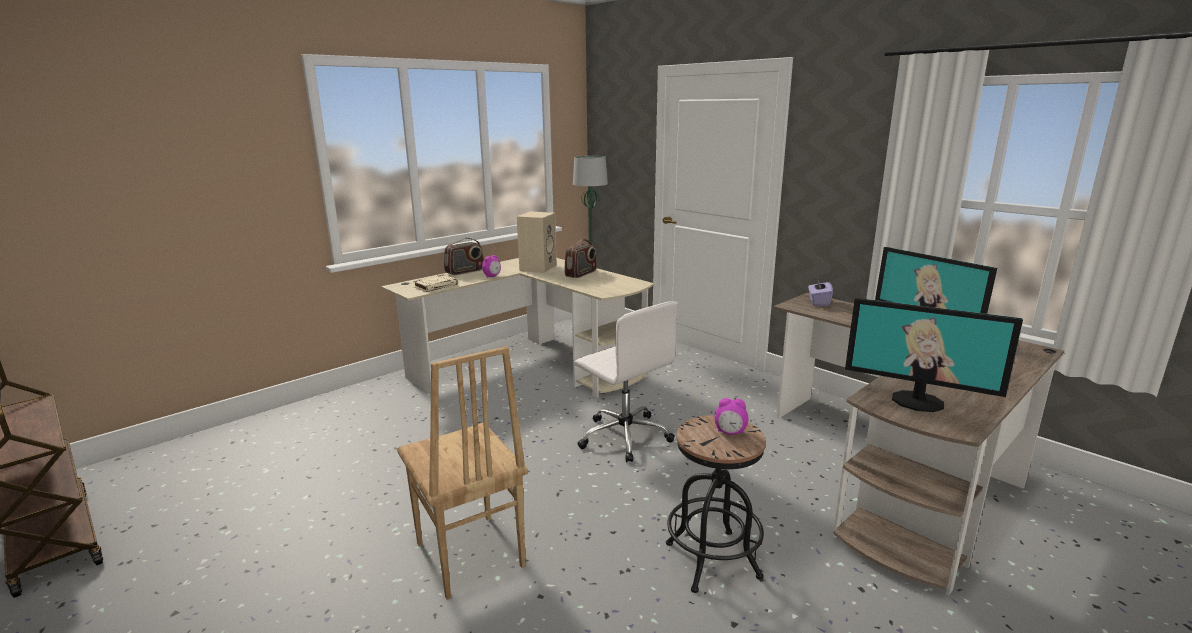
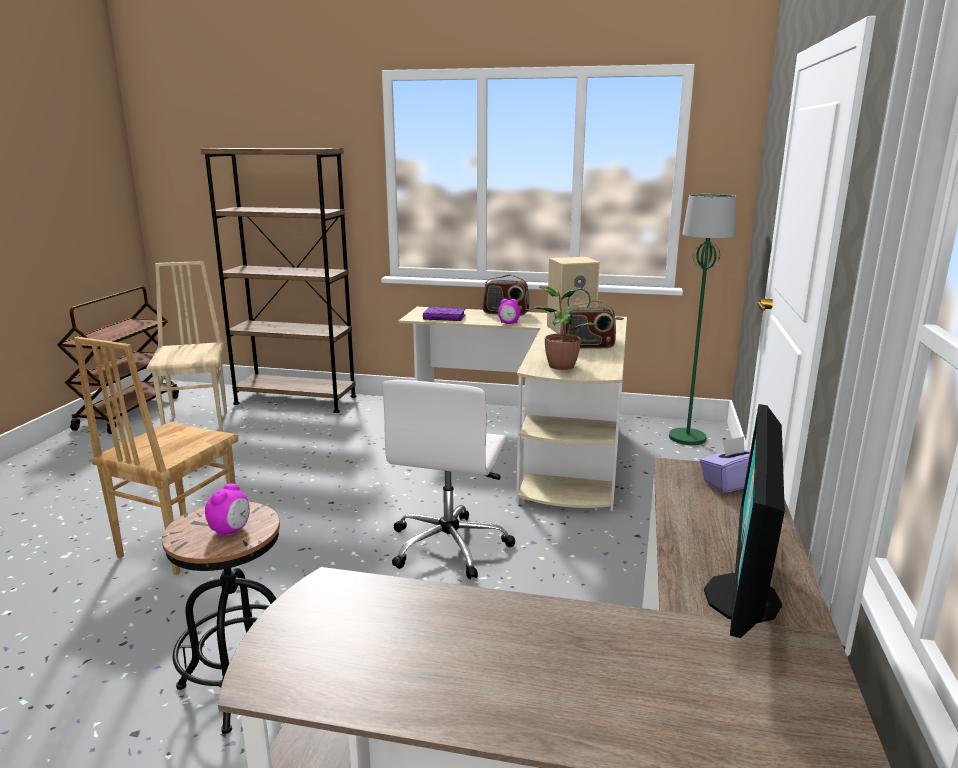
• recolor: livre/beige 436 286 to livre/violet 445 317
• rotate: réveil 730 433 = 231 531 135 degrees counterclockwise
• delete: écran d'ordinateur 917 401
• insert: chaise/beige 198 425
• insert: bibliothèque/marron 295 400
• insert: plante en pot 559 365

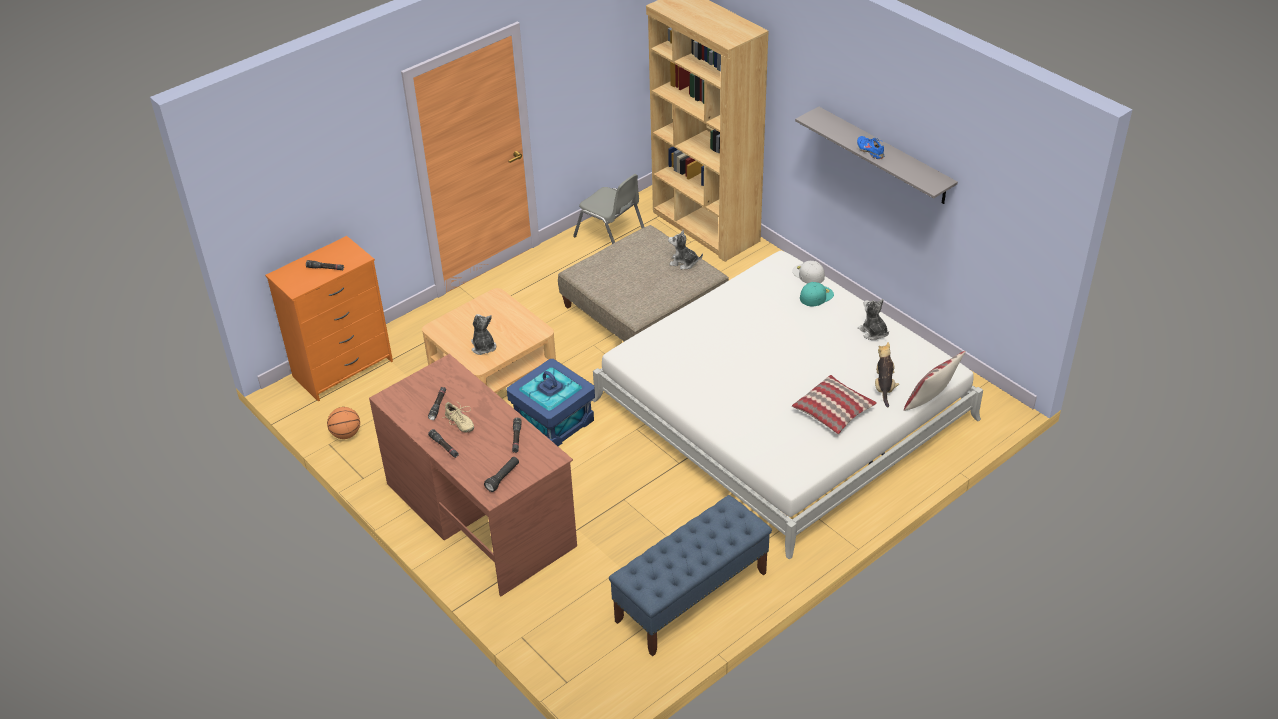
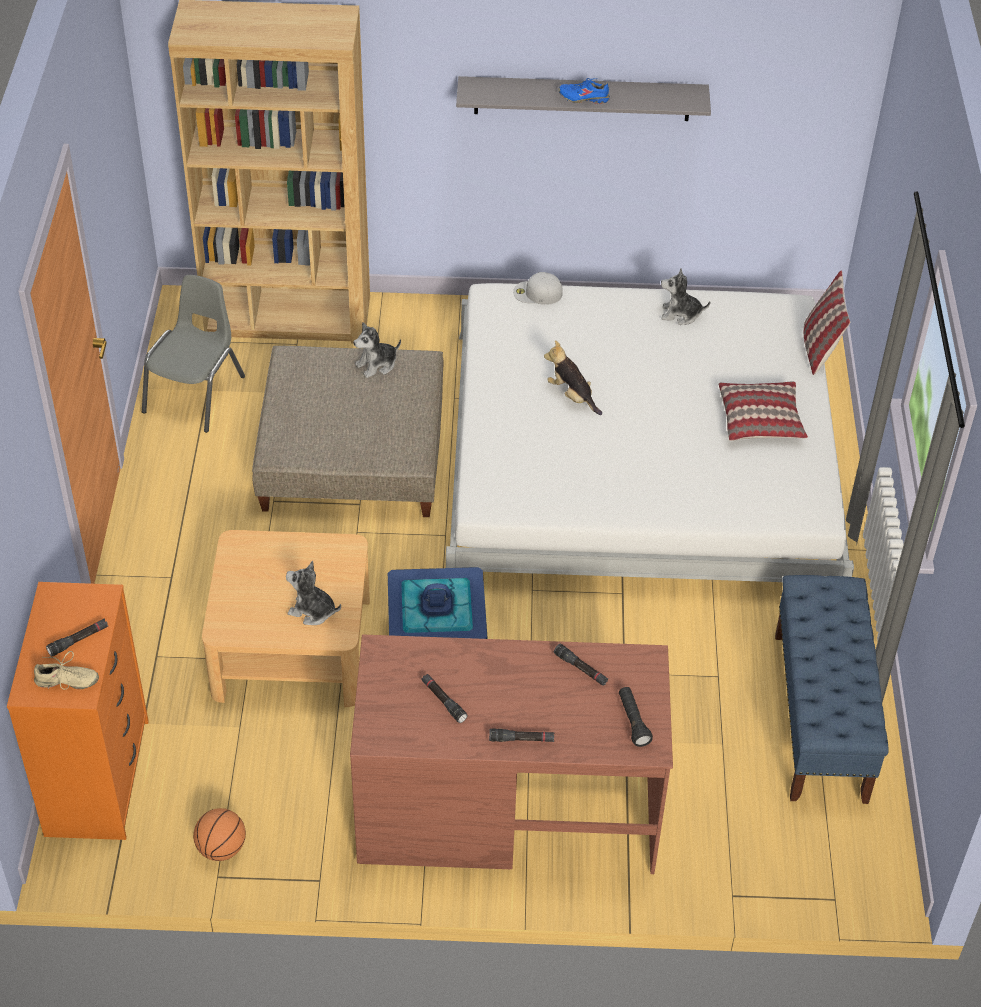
• move: chaussure/beige 459 423 to 67 682
• rotate: chaise/gris 610 236 = 196 394 60 degrees counterclockwise
• delete: casquette/turquoise 816 296
• move: peluche 884 387 to 572 396

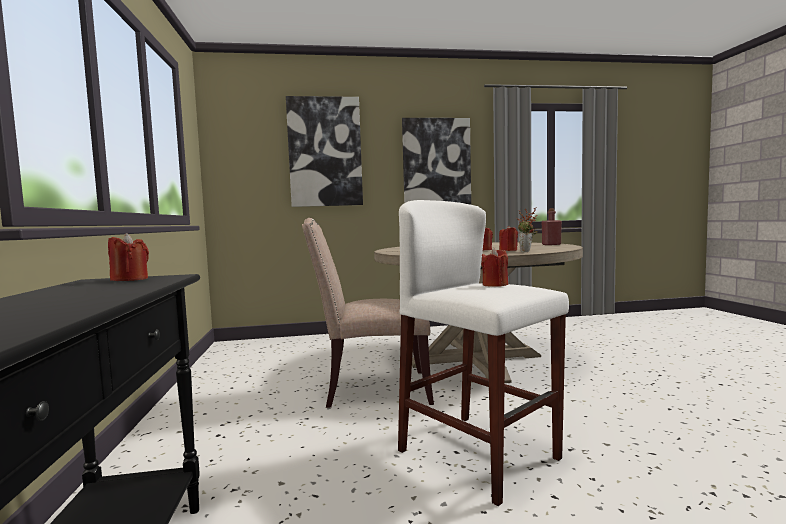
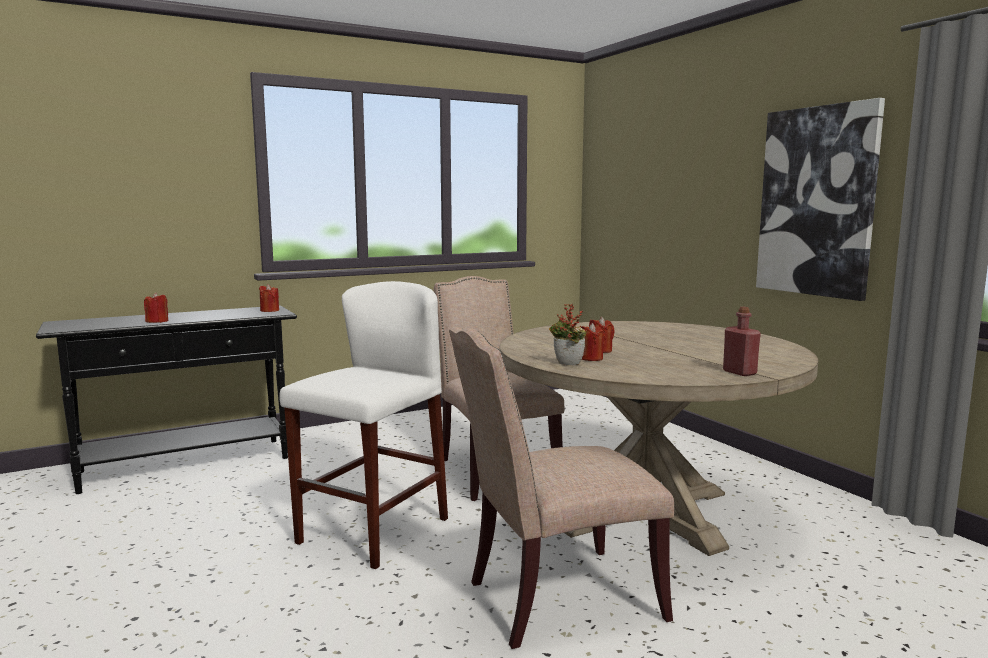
• delete: tableau 325 152
• move: bougie/rouge 495 285 to 157 321
• insert: chaise/beige 556 600

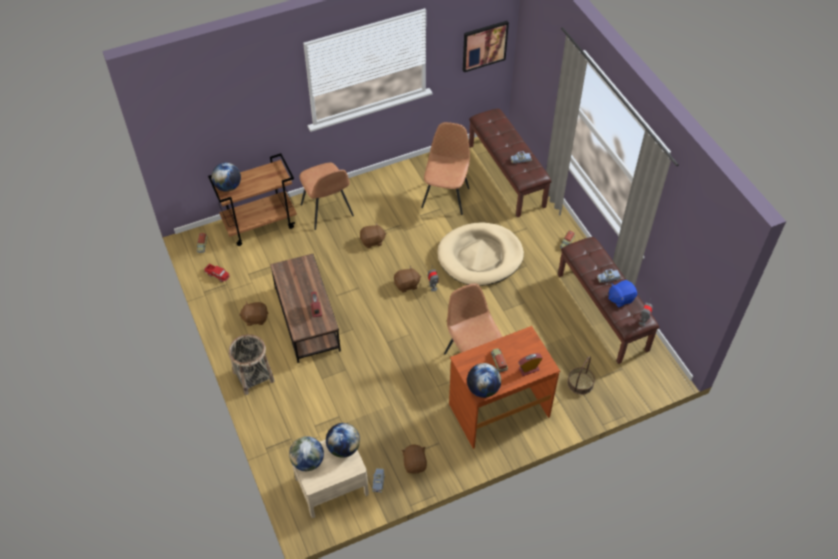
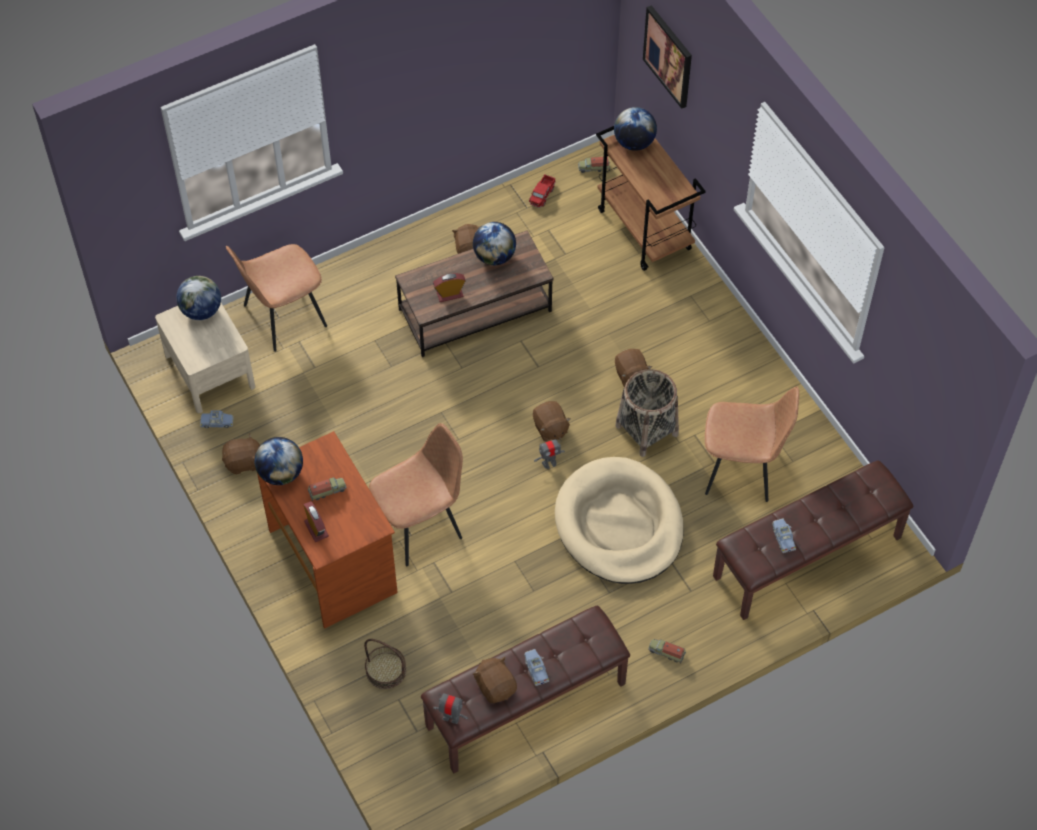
• move: panier 253 376 to 647 430
• move: chaise/marron 327 211 to 283 316
• move: globe 343 448 to 494 256
• move: tableau 484 45 to 669 56
• recolor: peluche/bleu 620 298 to peluche/marron 495 686

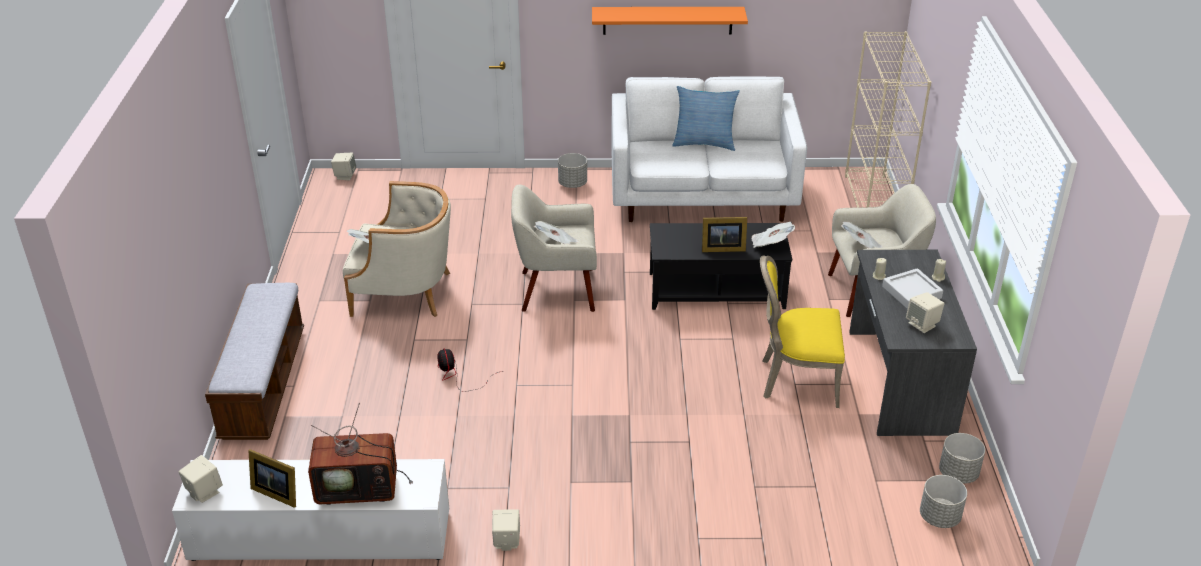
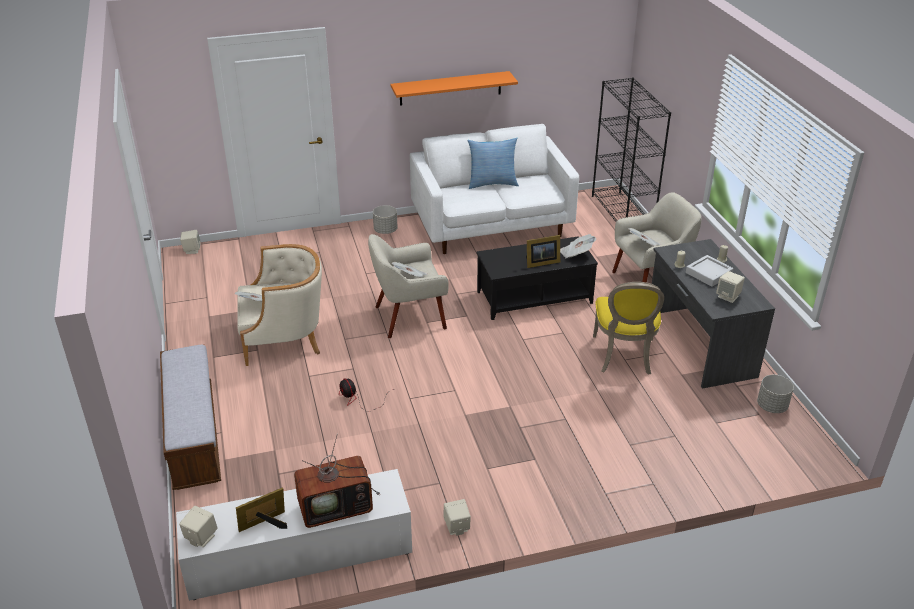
• rotate: cadre photo 276 492 = 265 525 135 degrees clockwise
• rotate: chaise/jaune 796 380 = 624 356 75 degrees counterclockwise
• recolor: bibliothèque/beige 874 204 to bibliothèque/noir 622 214
• delete: cache-pot/gris 939 517

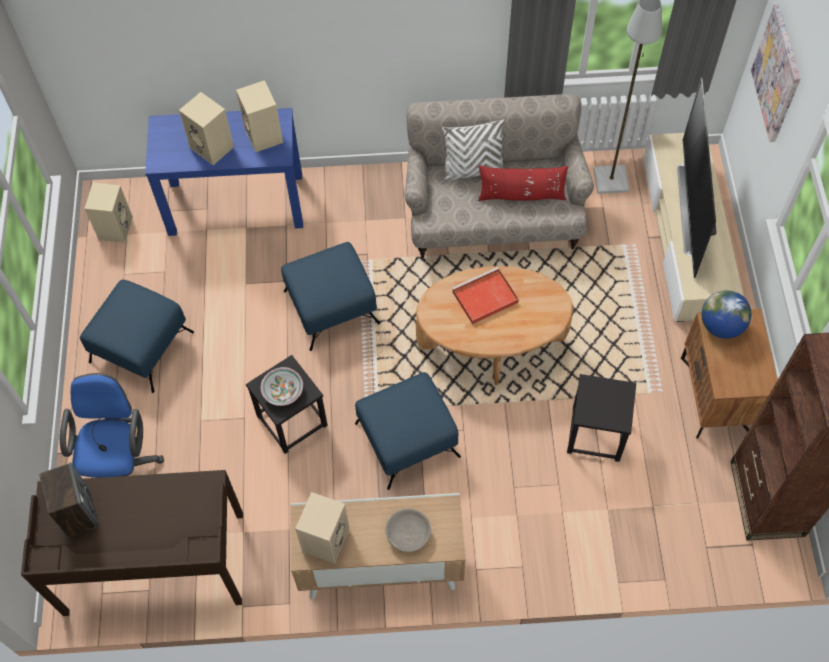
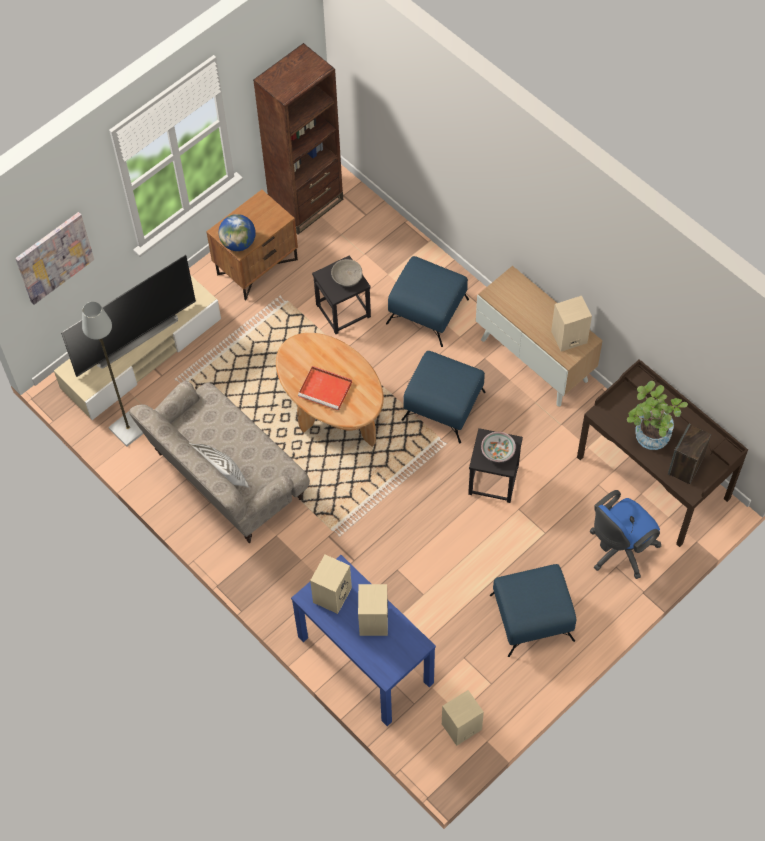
• move: pouf/bleu 330 307 to 428 312
• move: bol/gris 408 534 to 347 277
• delete: coussin/rouge 521 195
• insert: plante en pot 648 438

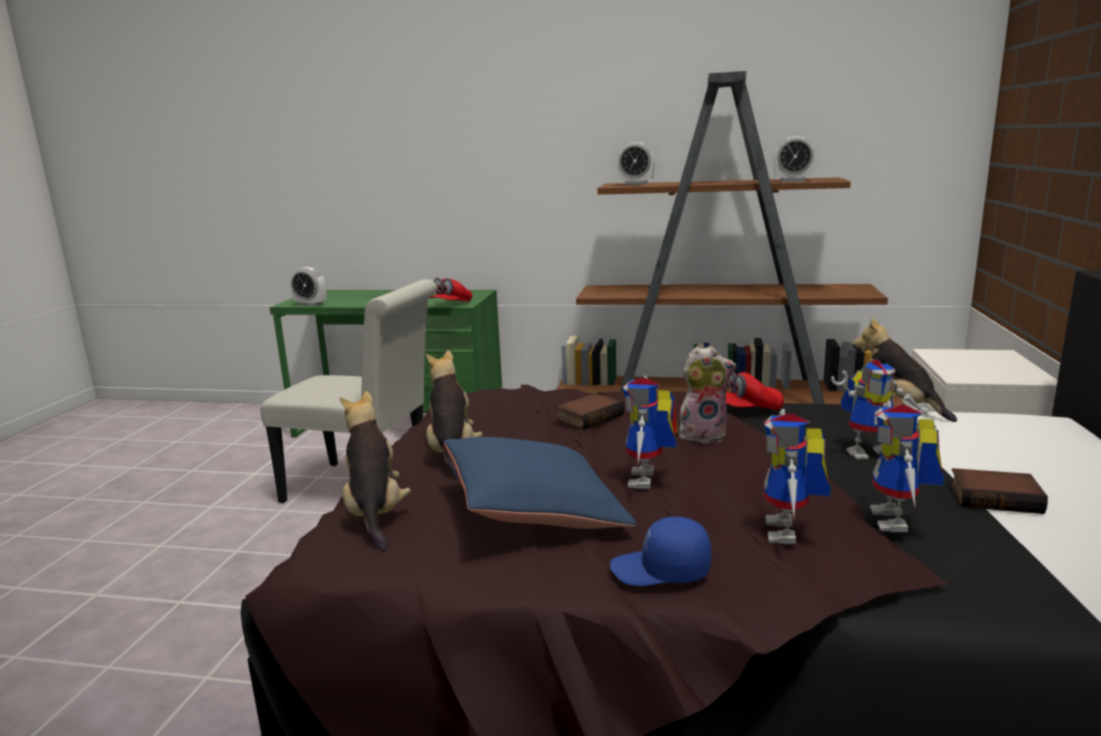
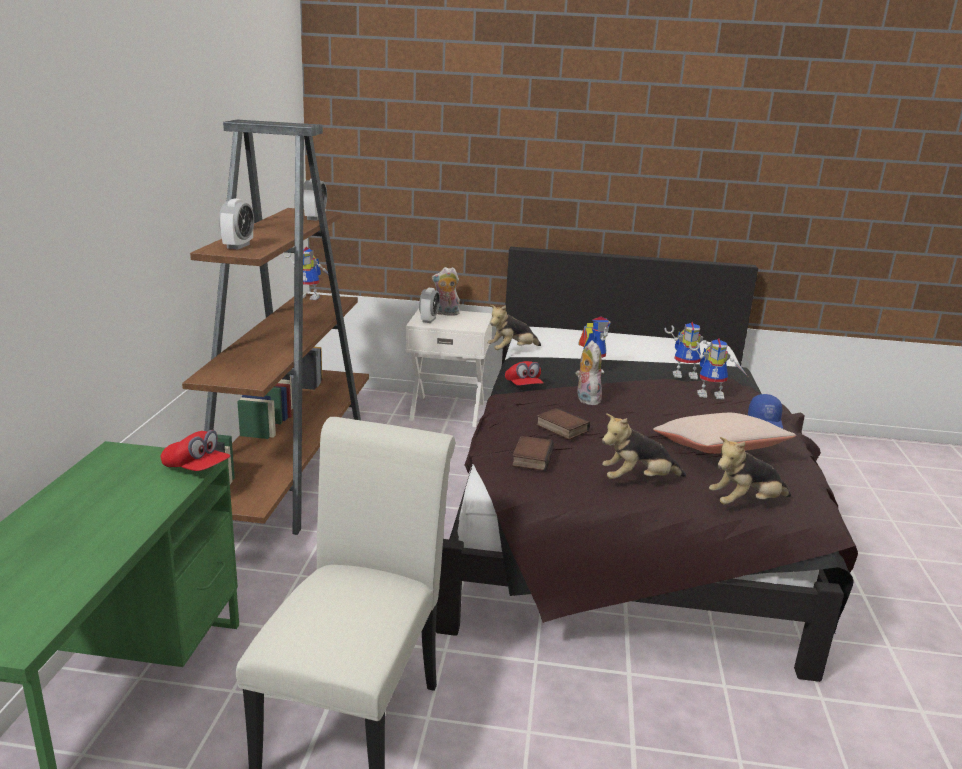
• move: réveil 311 304 to 429 320
• recolor: coussin/bleu 535 510 to coussin/beige 718 450
• move: robot jouet 649 481 to 310 297
• move: livre 996 497 to 531 458
• insert: peluche 446 313

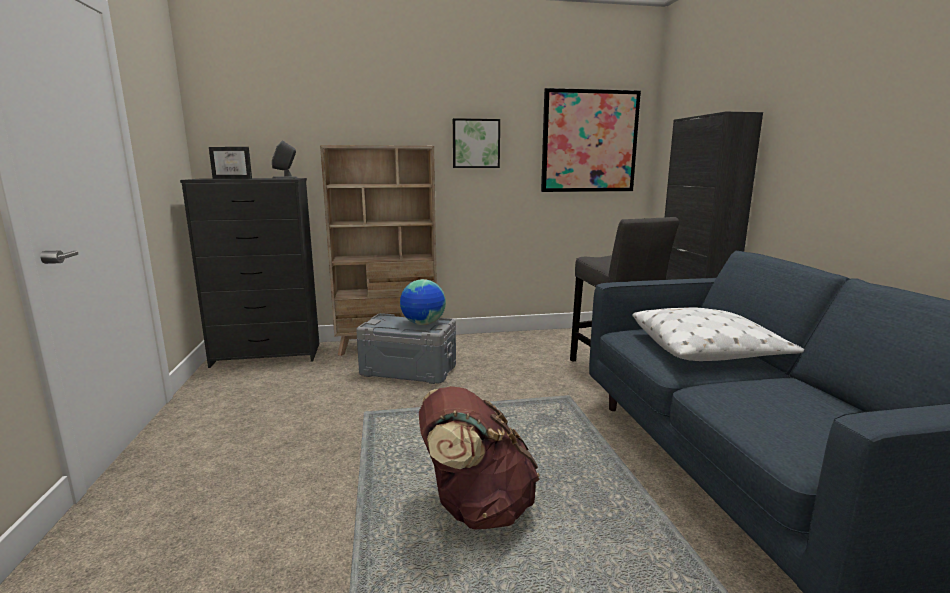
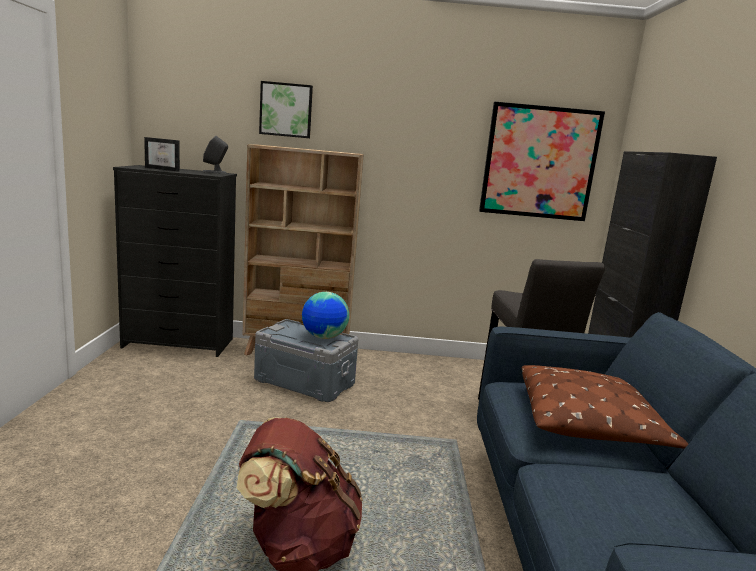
• move: tableau 475 143 to 286 110
• recolor: coussin/blanc 707 350 to coussin/marron 591 422

